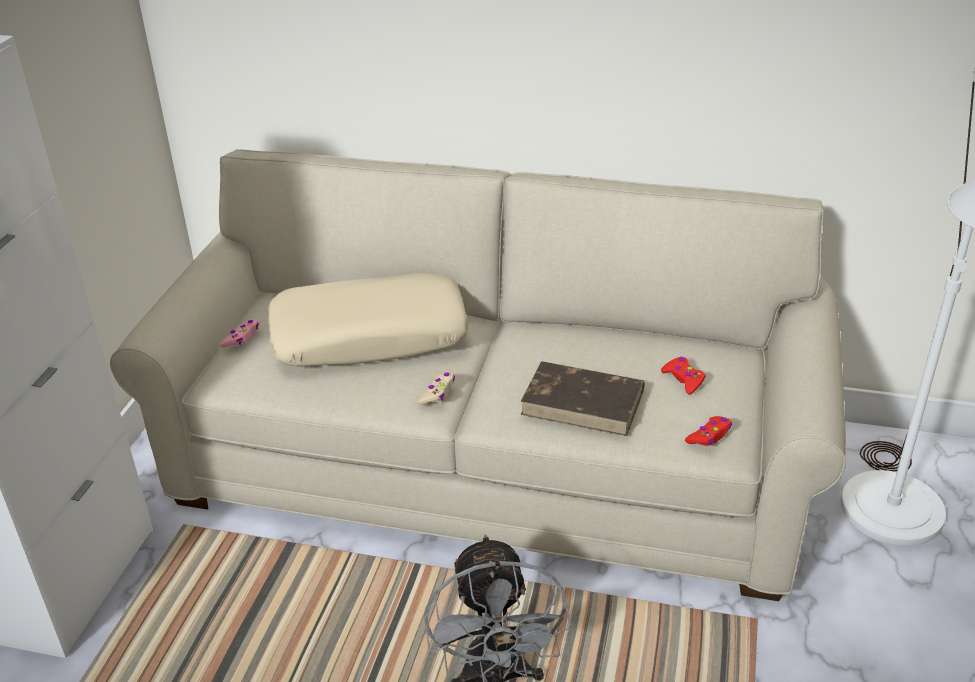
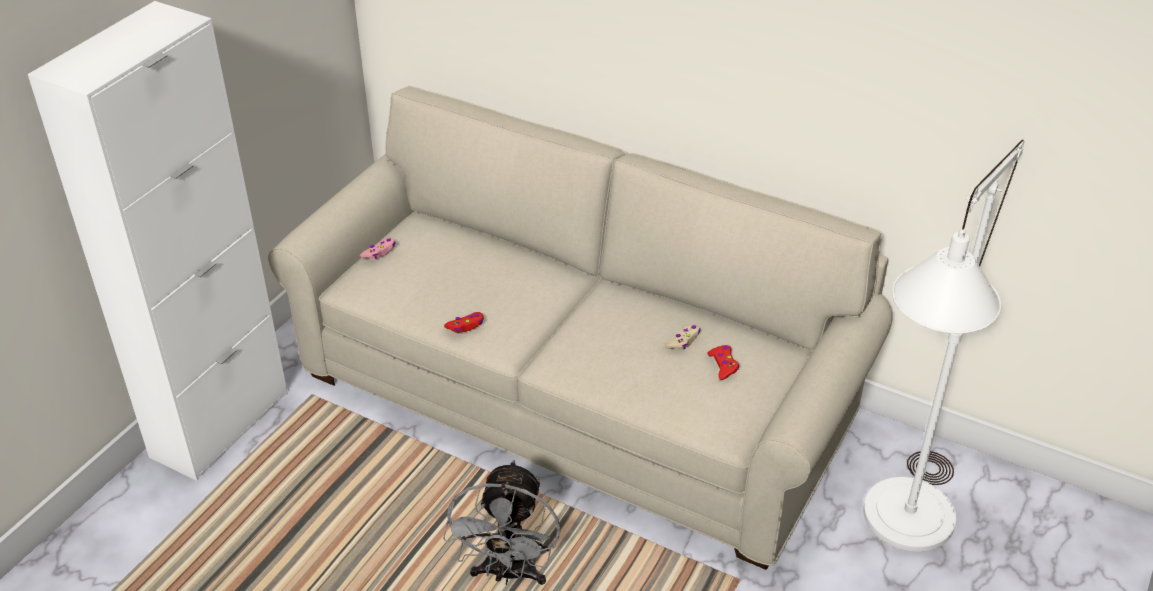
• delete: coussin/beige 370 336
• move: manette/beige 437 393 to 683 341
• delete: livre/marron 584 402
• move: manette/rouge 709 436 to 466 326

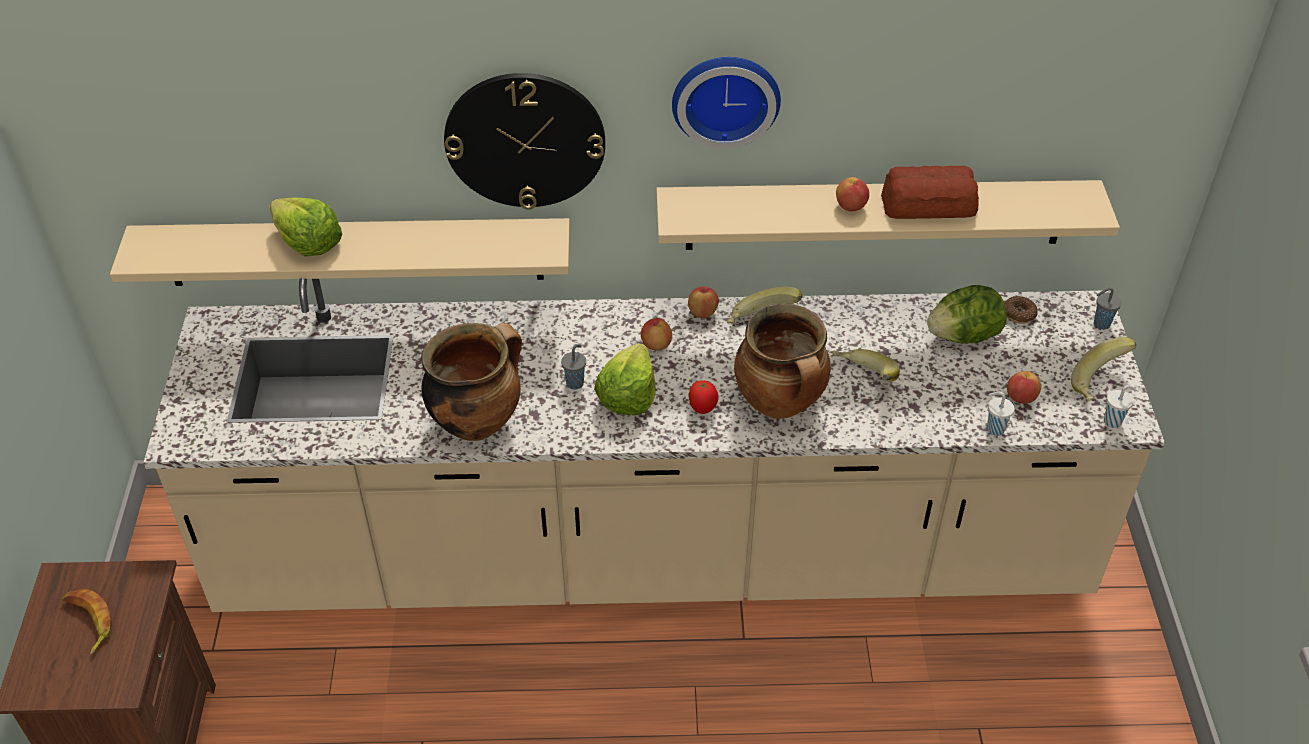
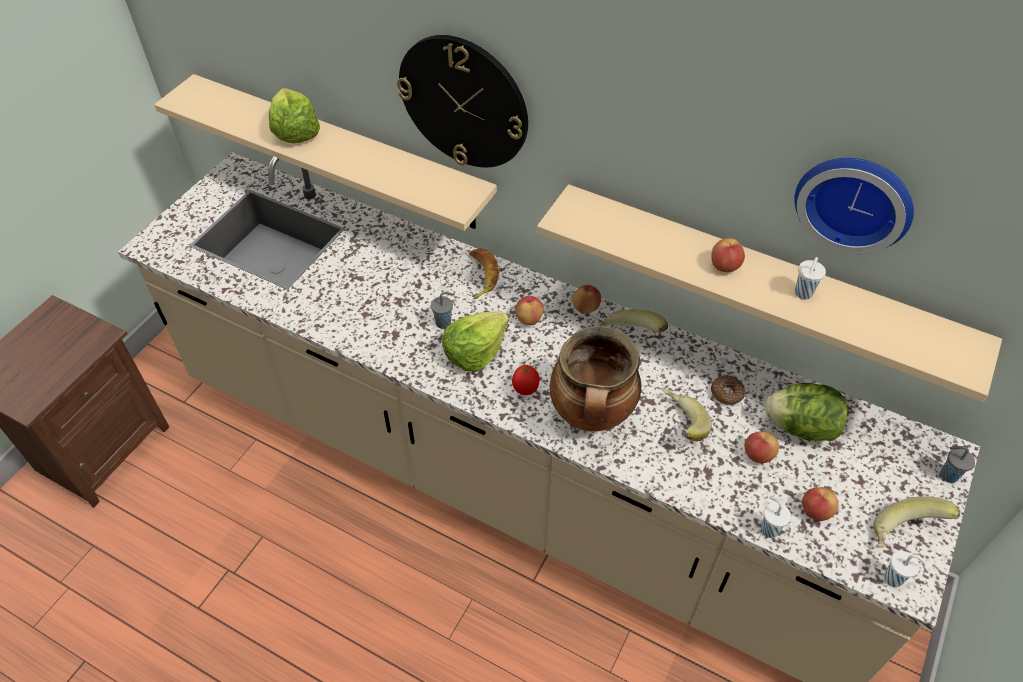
• move: banane 88 622 to 481 275
• delete: marmite 477 421
• move: horloge murale 725 97 to 855 200
• replace: pain 930 204 to tasse/blanc 802 294
• move: beignet 1019 314 to 726 393
• insert: pomme 758 455

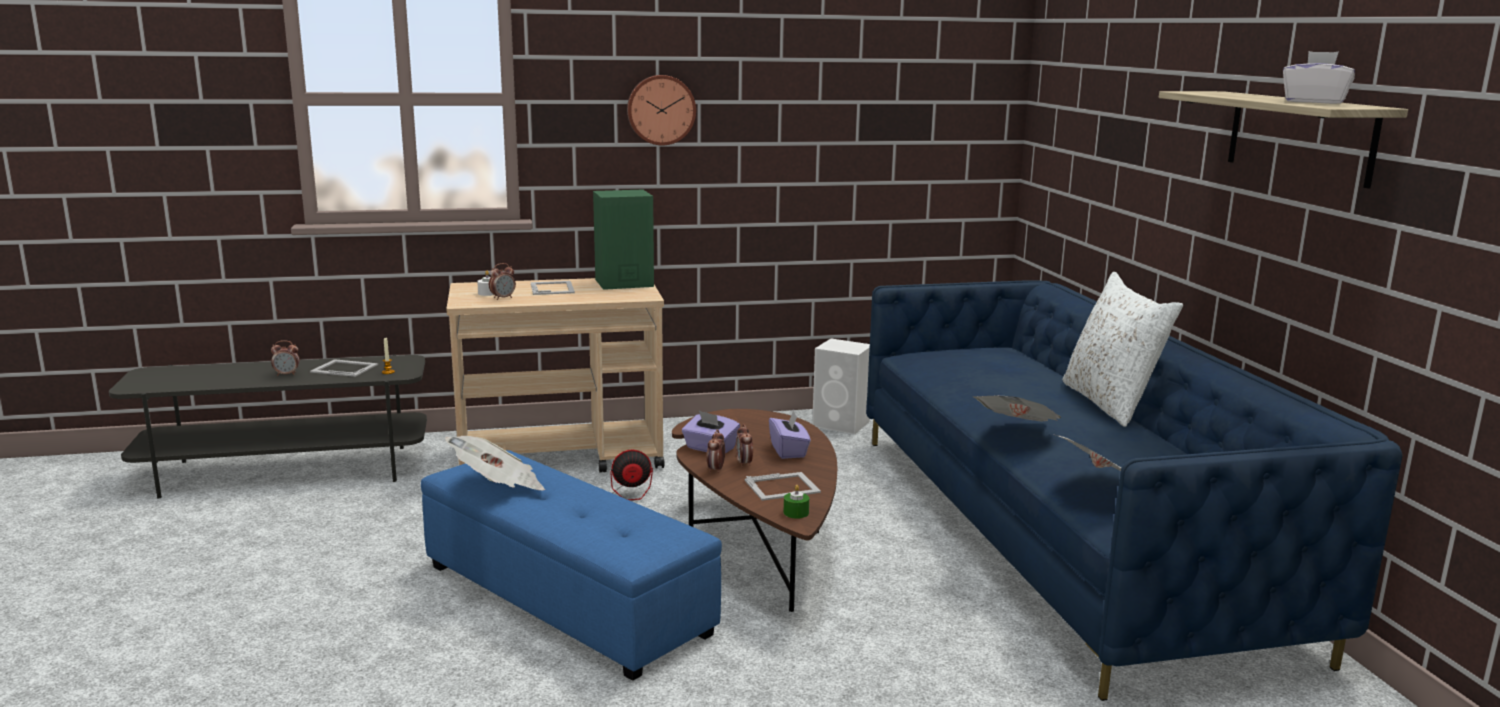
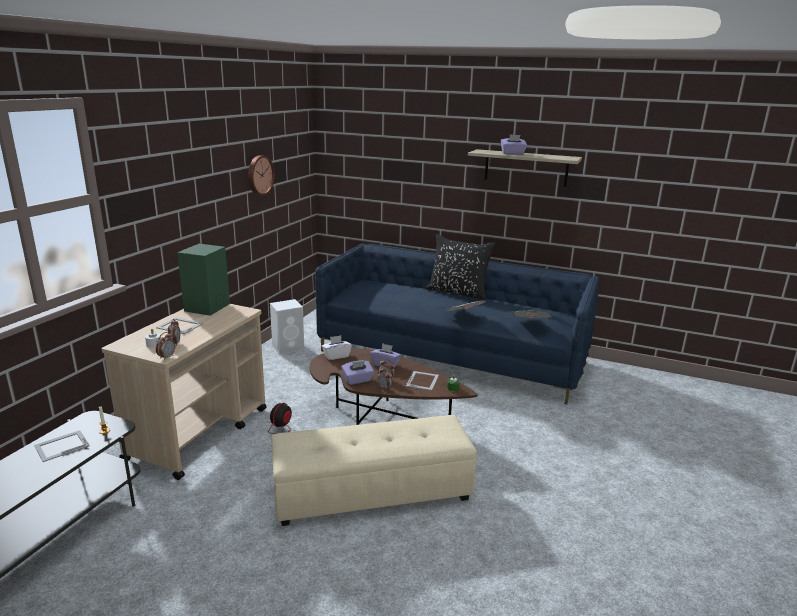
• move: réveil 287 374 to 167 357
• recolor: pouf/bleu 566 598 to pouf/beige 372 491
• delete: journal 498 486
• move: horloge murale 661 110 to 259 175
• recolor: coussin/blanc 1110 404 to coussin/noir 458 292
• move: boîte à mouchoirs/blanc 1314 102 to 336 356
• insert: boîte à mouchoirs/violet 512 153

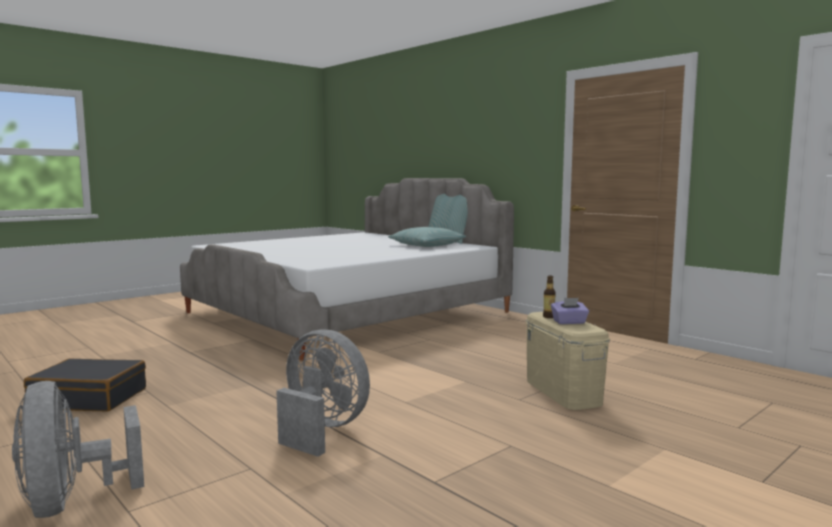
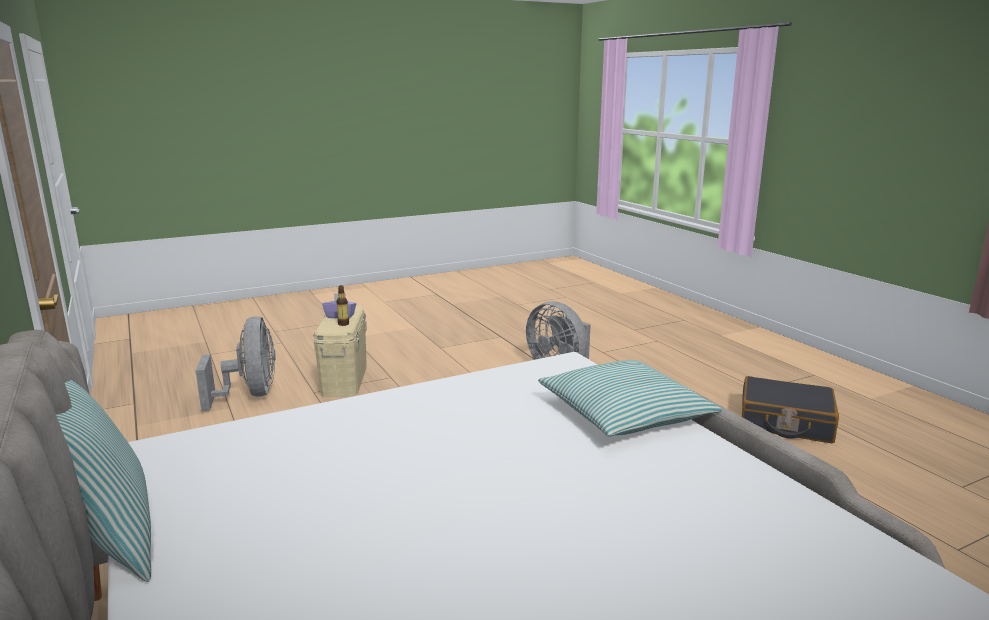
• move: ventilateur/gris 71 502 to 250 395
• move: coussin 427 245 to 624 413

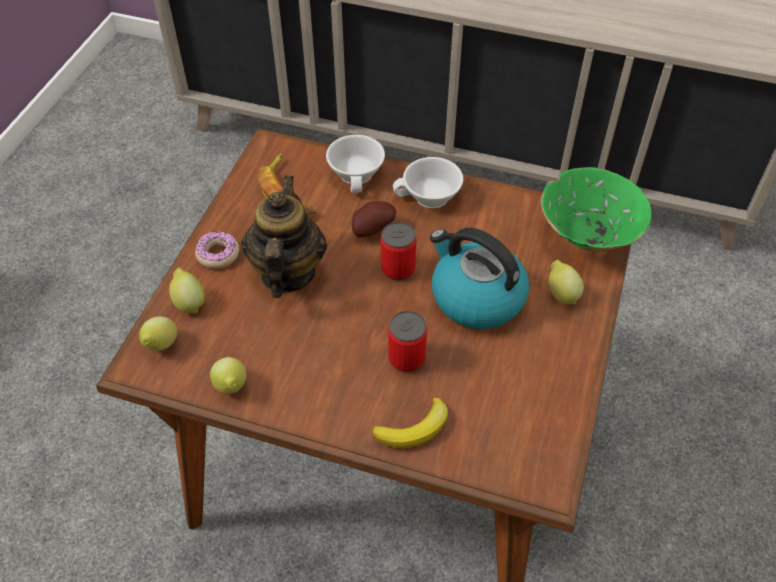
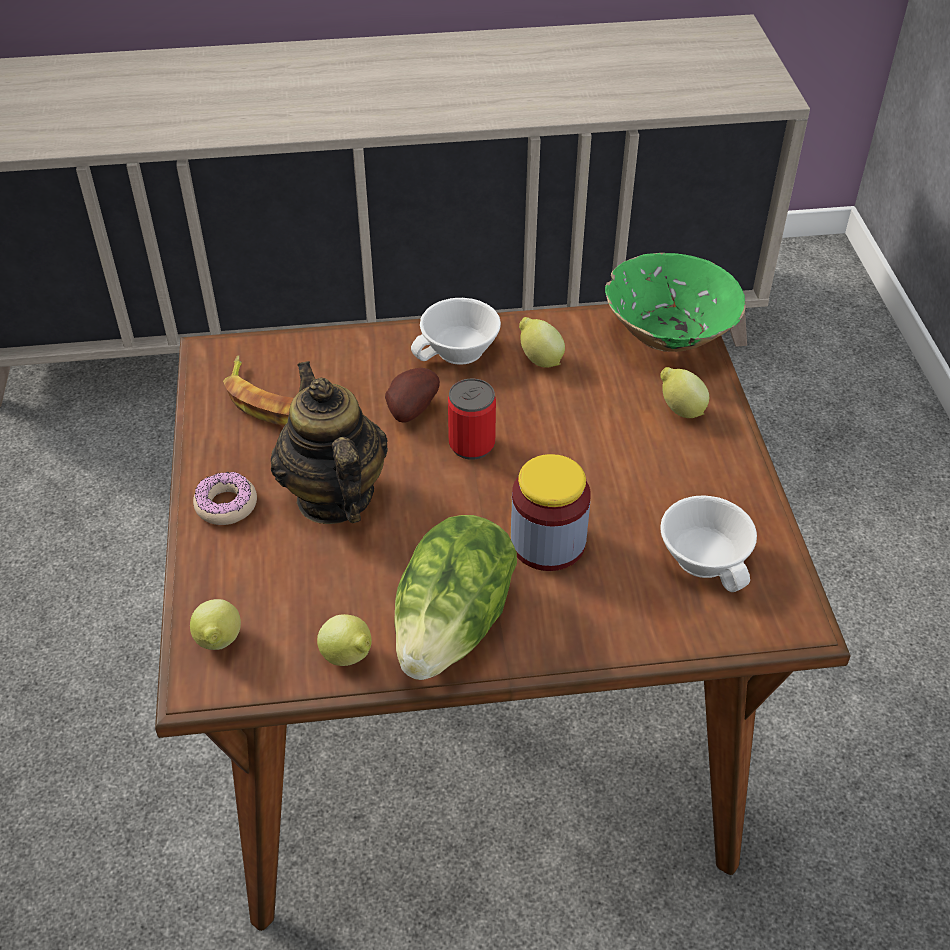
• move: citron 189 302 to 539 360
• move: tasse/blanc 358 174 to 708 558
• delete: banane 414 428
• replace: boîte métallique 406 358 to bocal 548 543
• delete: bouilloire 476 297
• insert: laitue 455 625

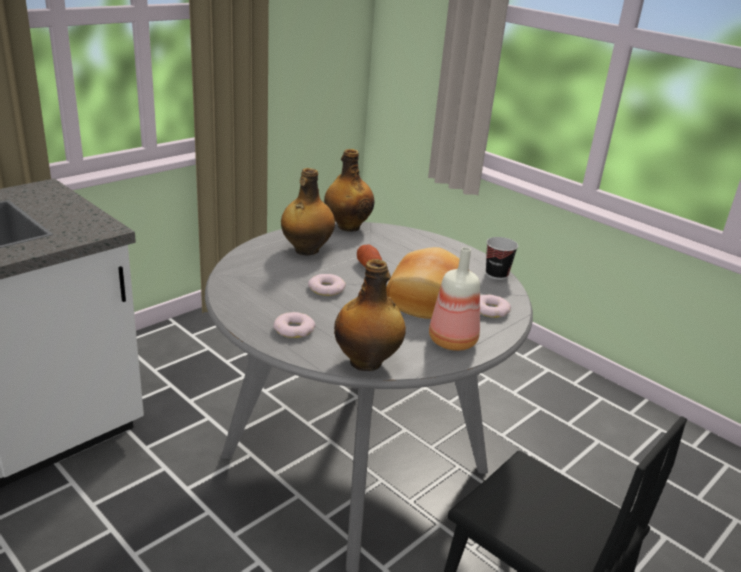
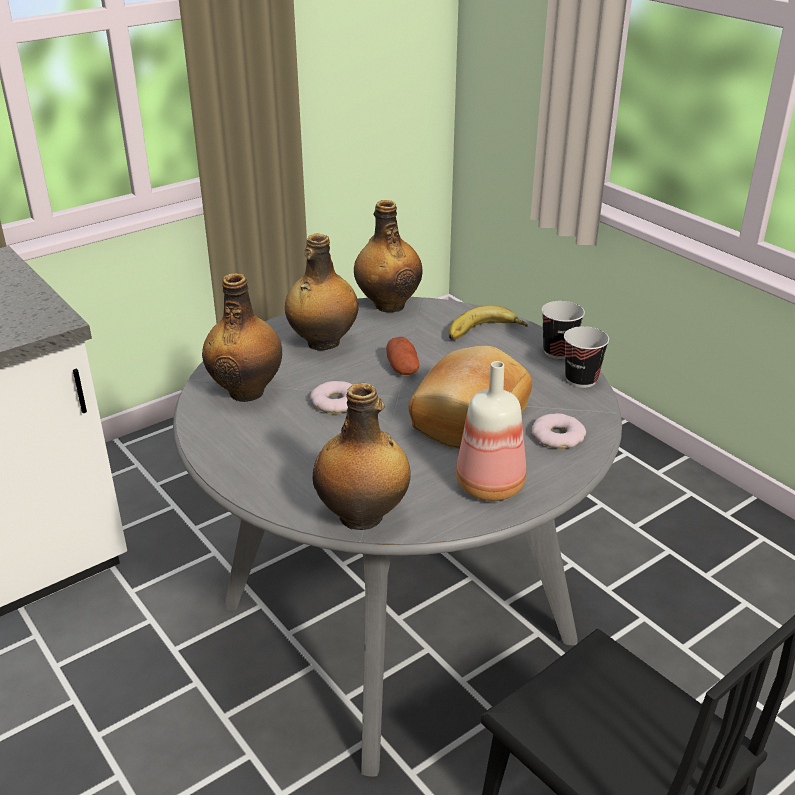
• delete: beignet 294 329
• insert: bouteille 247 391
• insert: banane 485 333
• insert: tasse 558 352

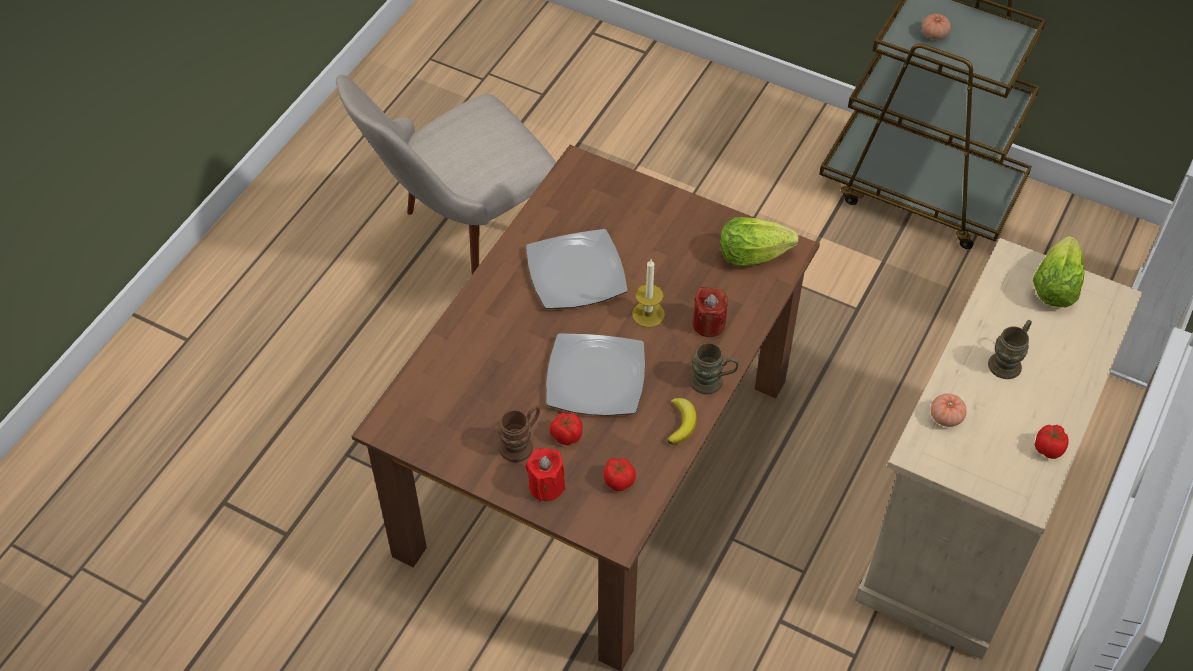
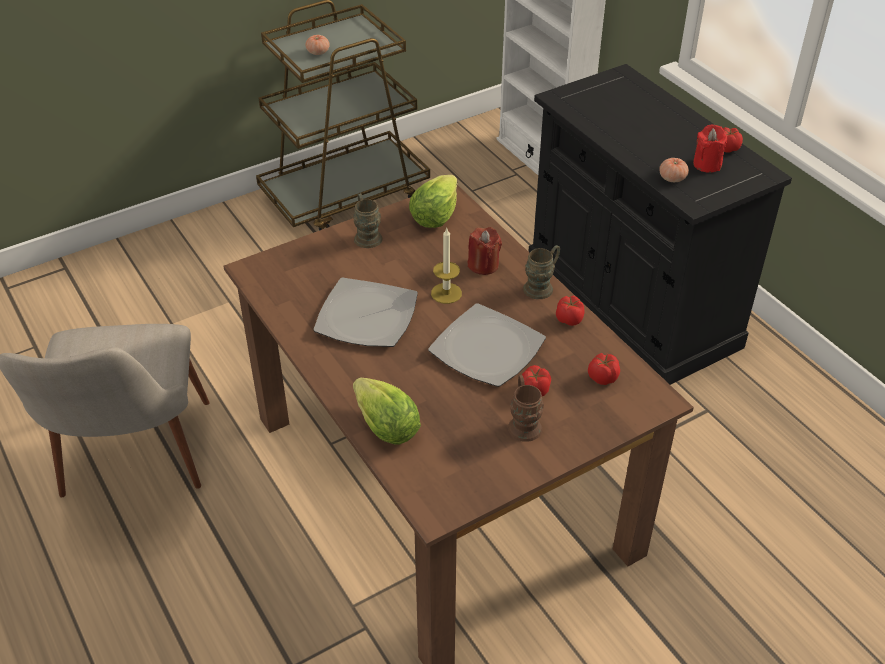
• move: bougie/rouge 546 486 to 707 164
• replace: banane 681 423 to tomate 569 319
• recolor: meuble de rangement/beige 966 518 to meuble de rangement/noir 630 303
• move: mug/marron 1008 361 to 366 235
• move: laitue 1054 287 to 386 427

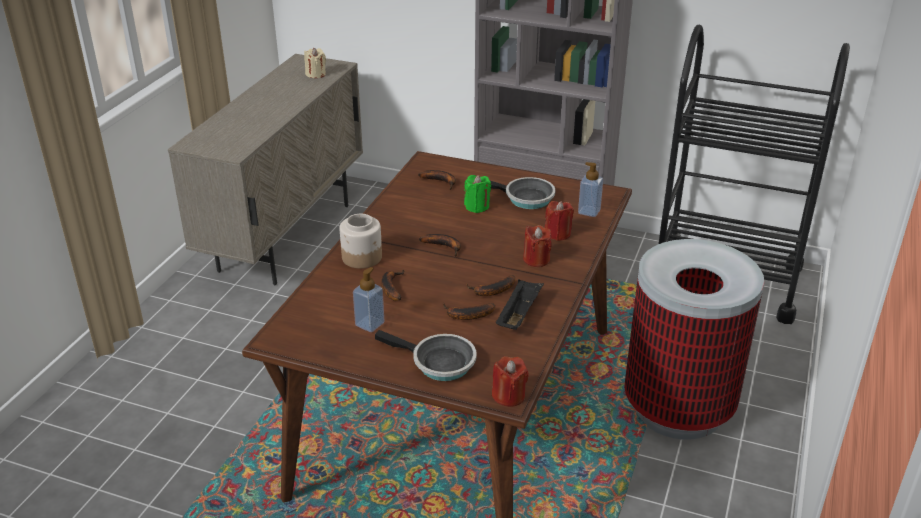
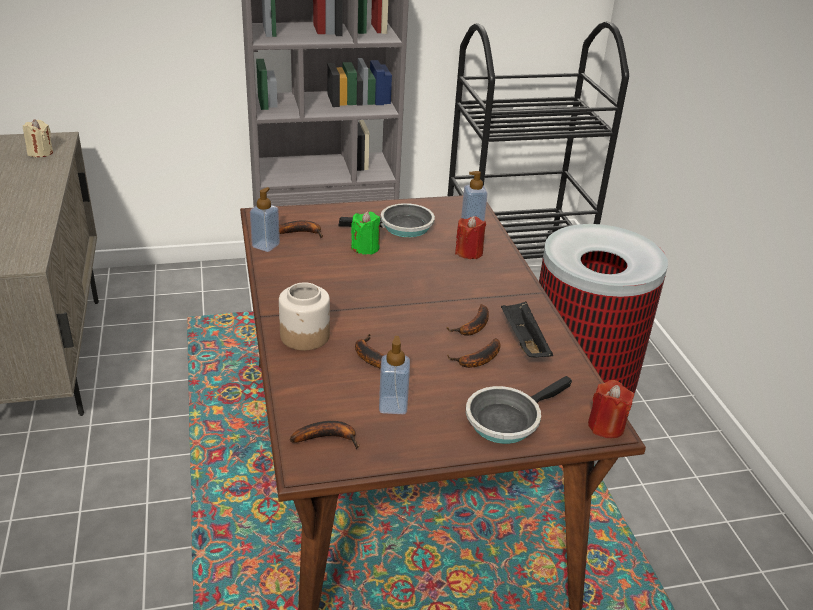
• rotate: poêle 438 363 = 506 419 150 degrees clockwise
• move: banane 444 246 to 328 437
• delete: bougie/rouge 536 259
• insert: distributeur de savon 265 245

